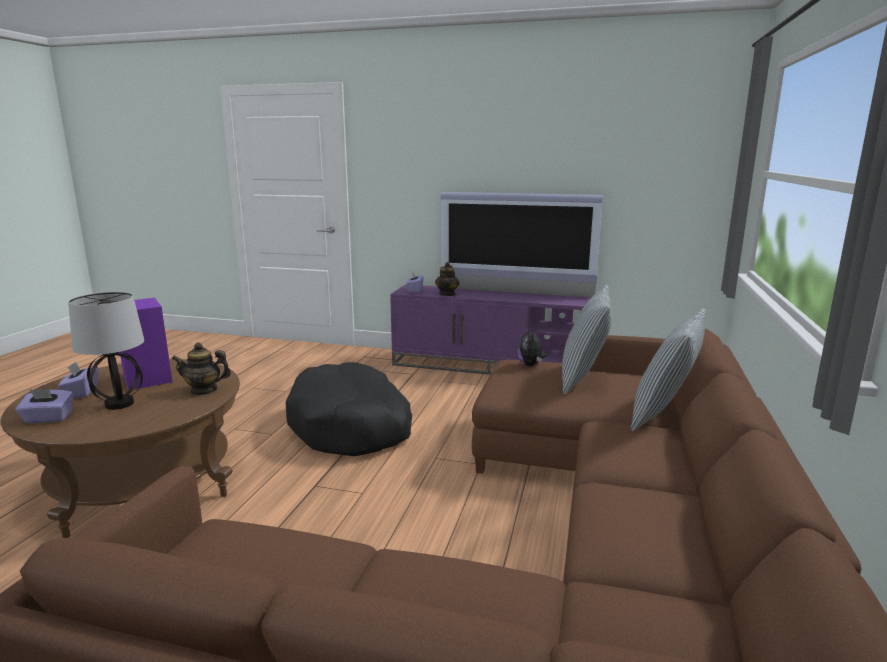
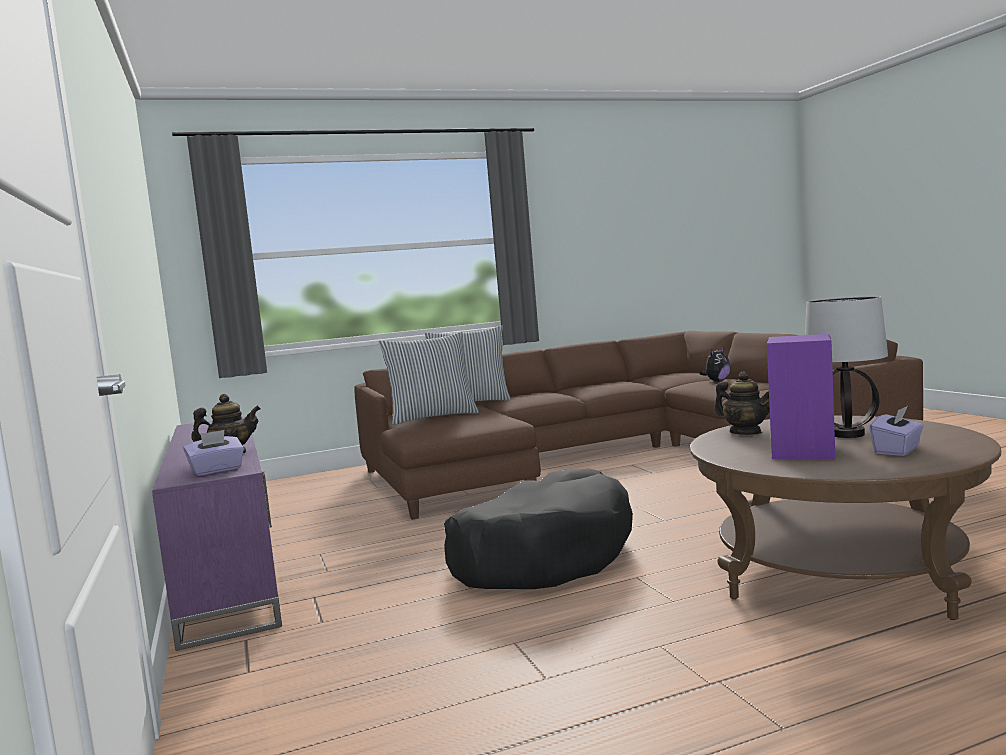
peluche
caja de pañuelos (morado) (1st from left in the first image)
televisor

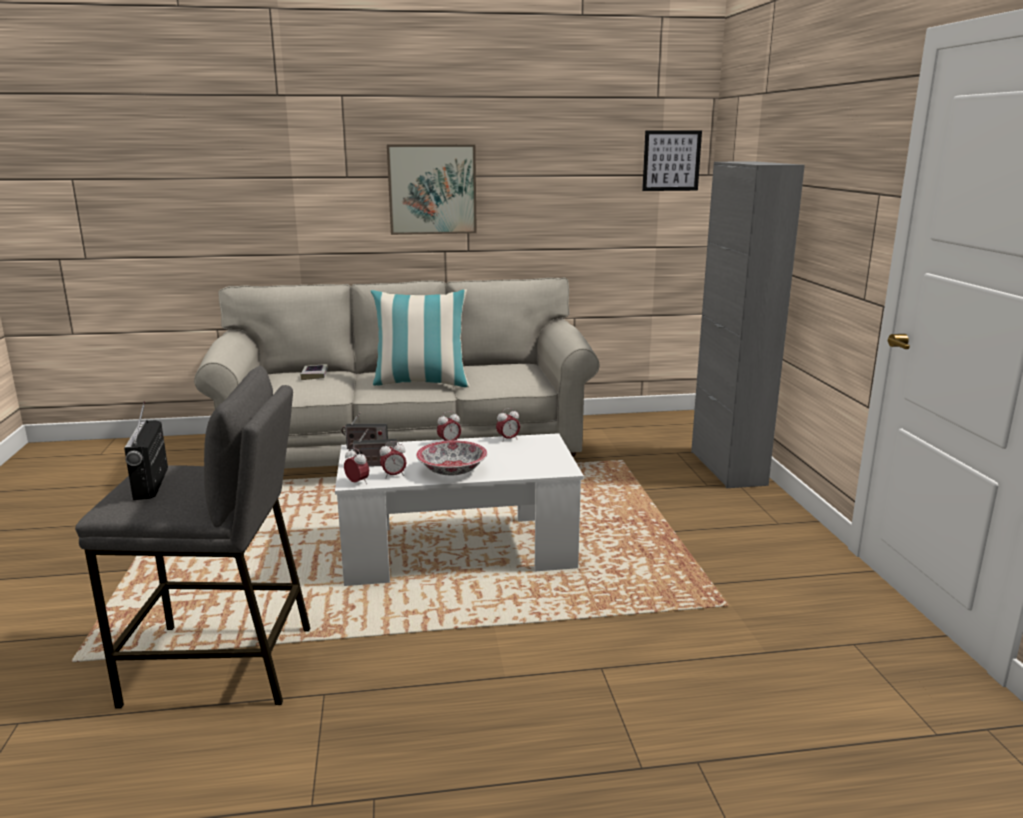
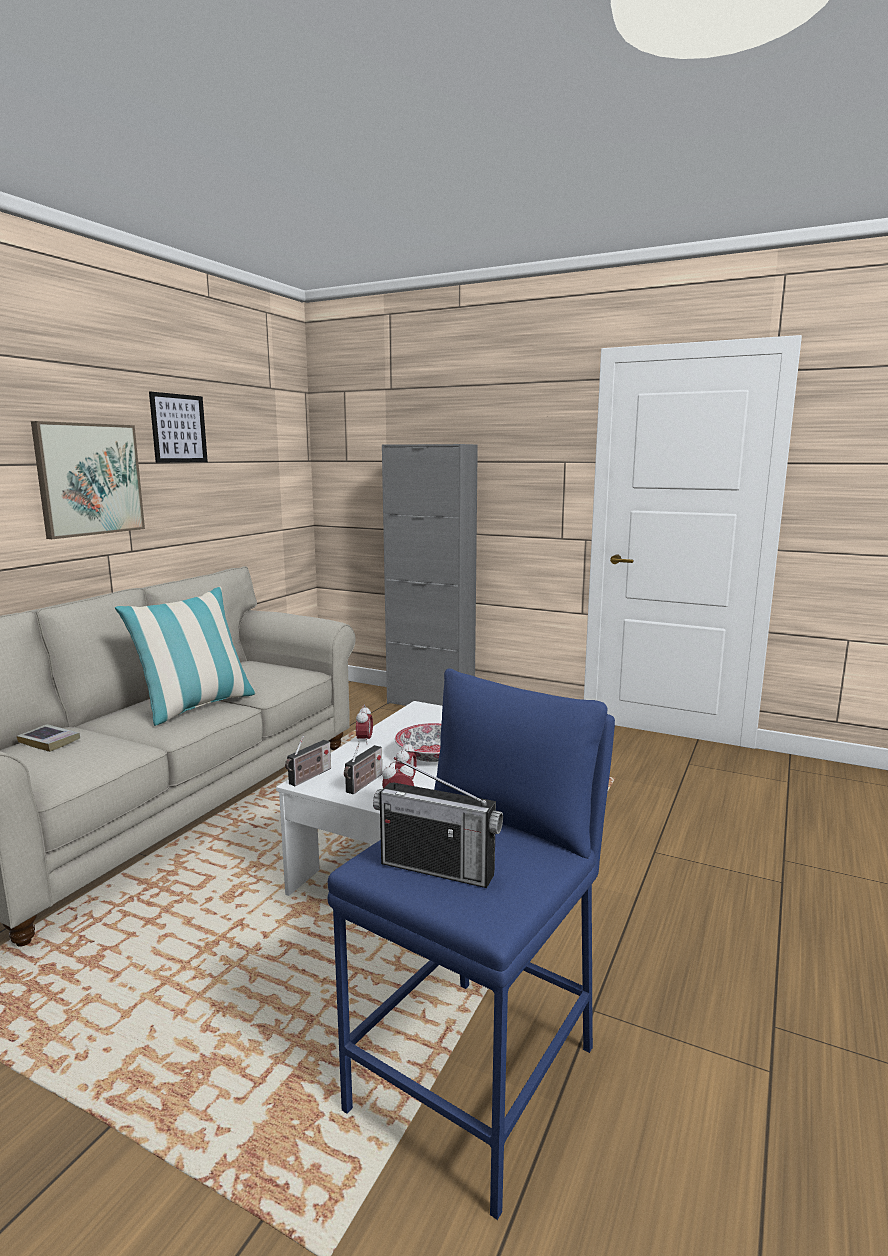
cuadro (2nd from left)
taburete (azul)
despertador (4th from left in the first image)

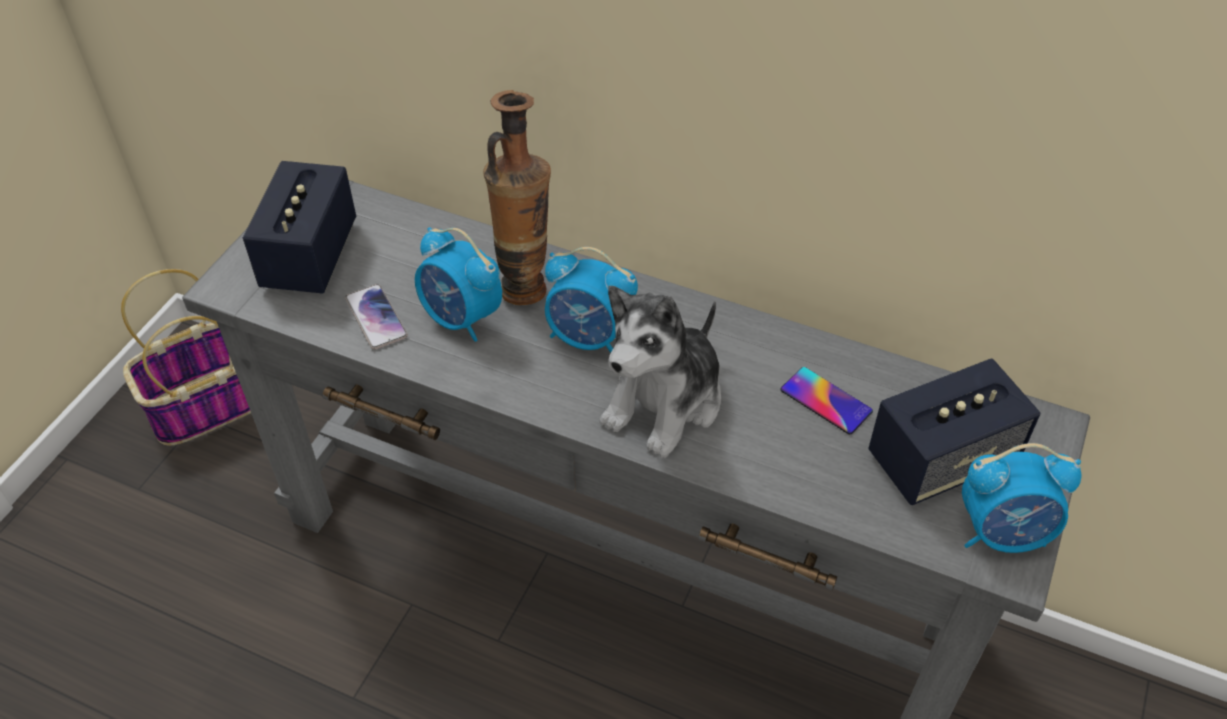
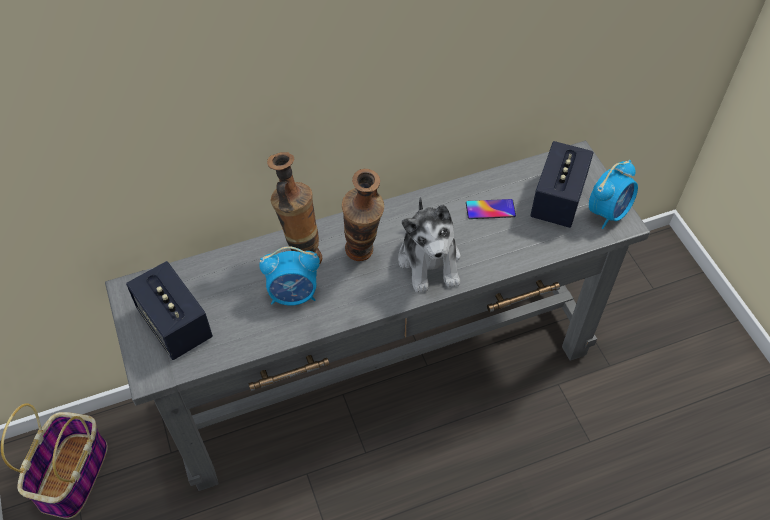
florero (2nd from left)
móvil (1st from left in the first image)

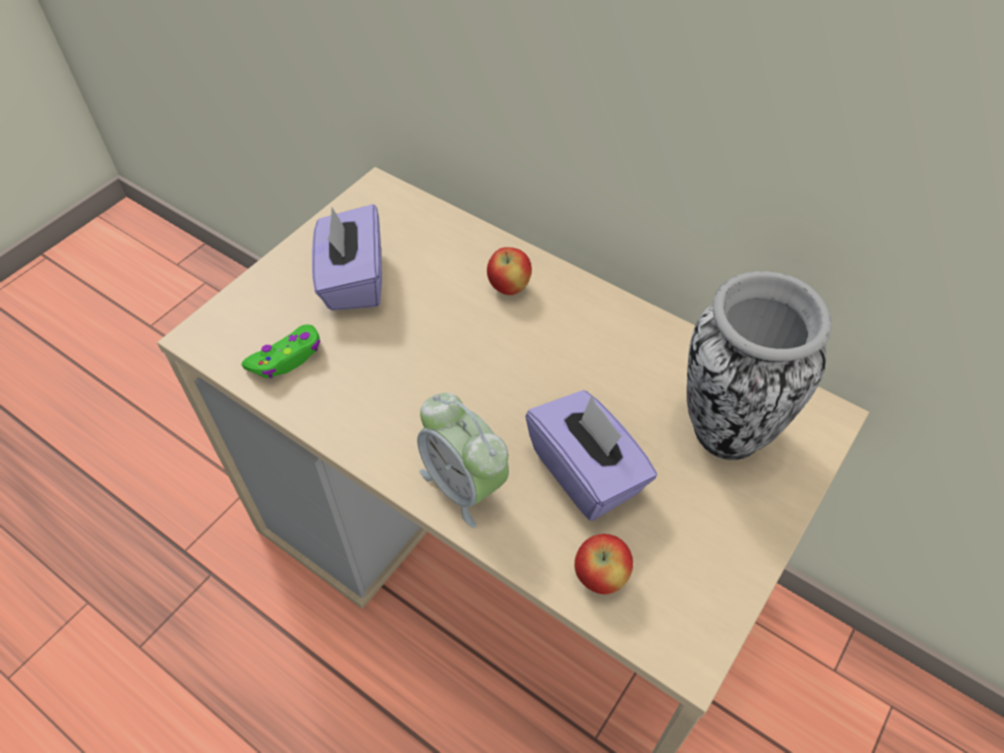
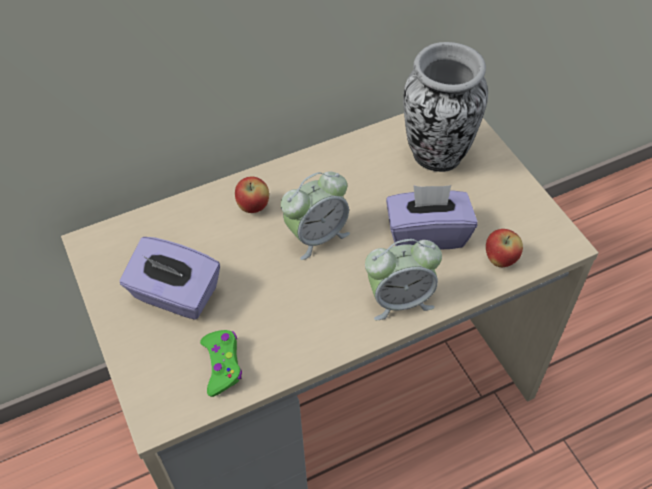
despertador (1st from left)

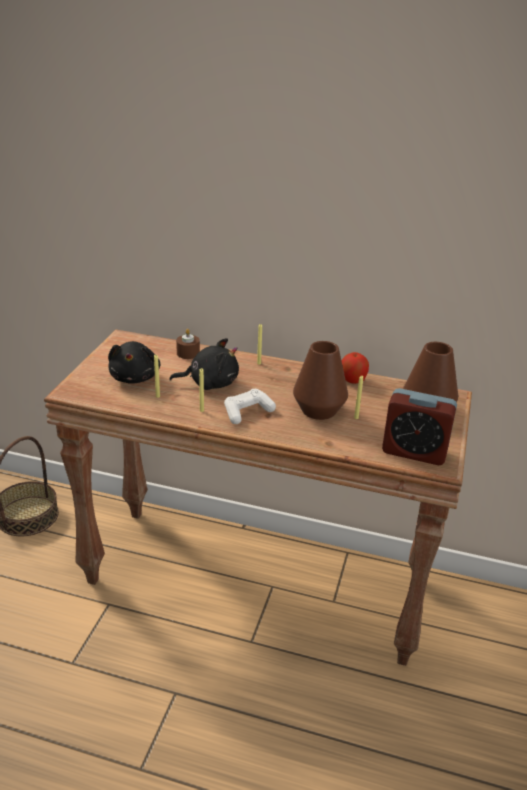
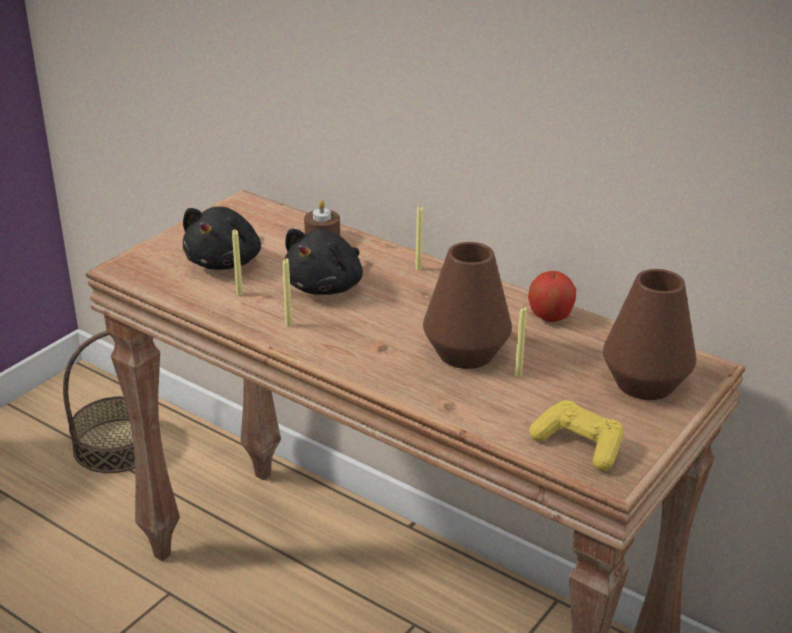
peluche (negro) (2nd from left)
mando de consola (amarillo)
mando de consola (blanco)

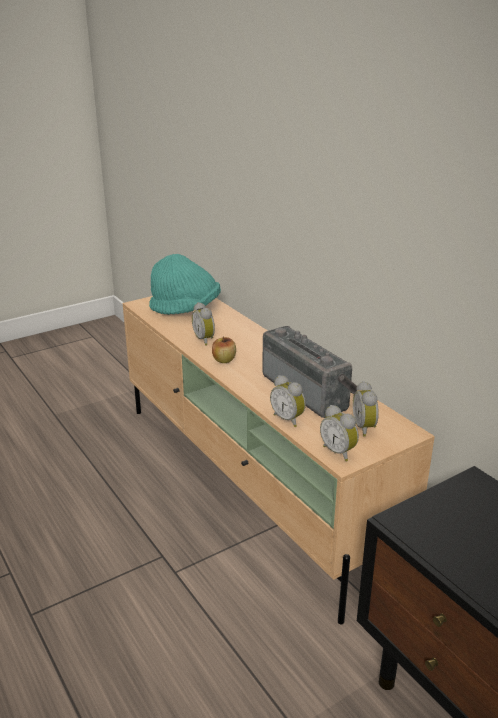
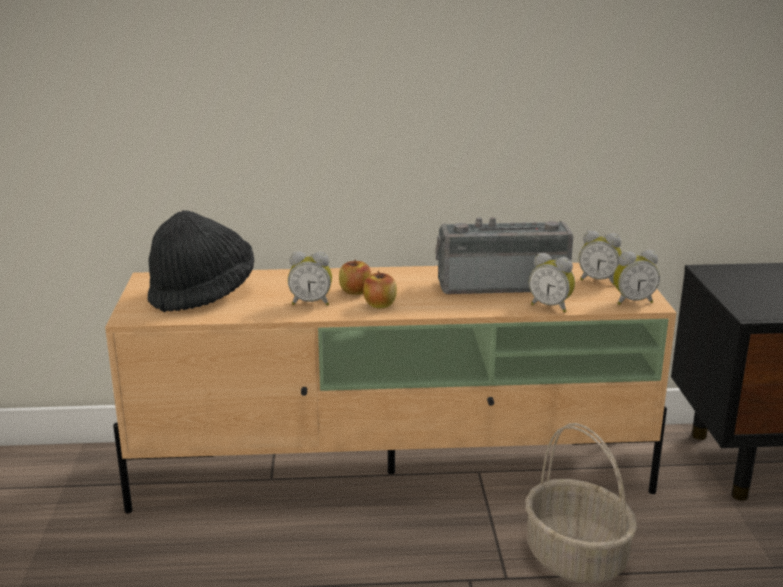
sombrero (negro)
manzana (1st from left)
cesta
despertador (2nd from left)

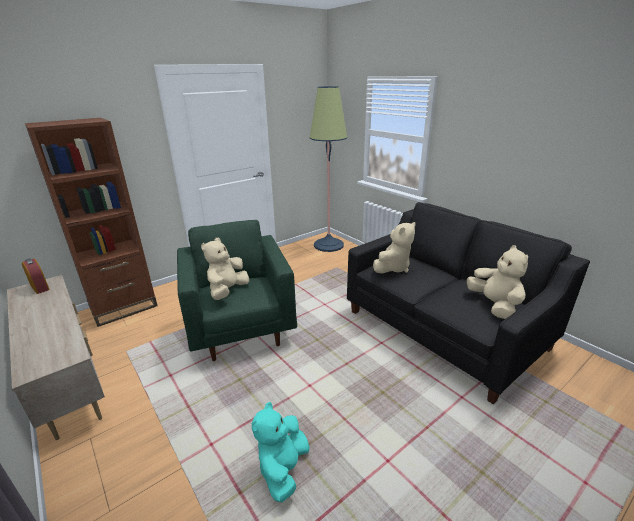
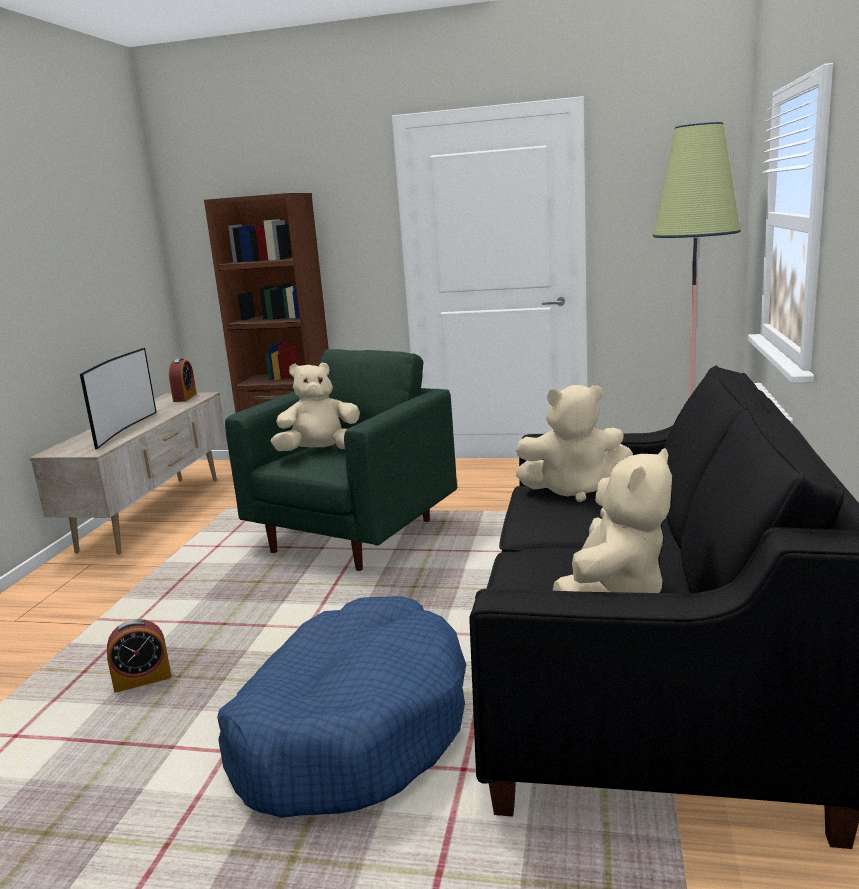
televisor
despertador (1st from left)
cama para perro (azul)

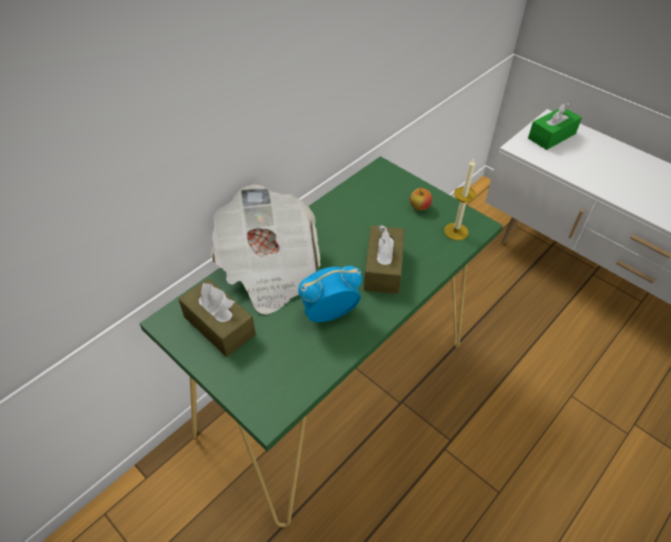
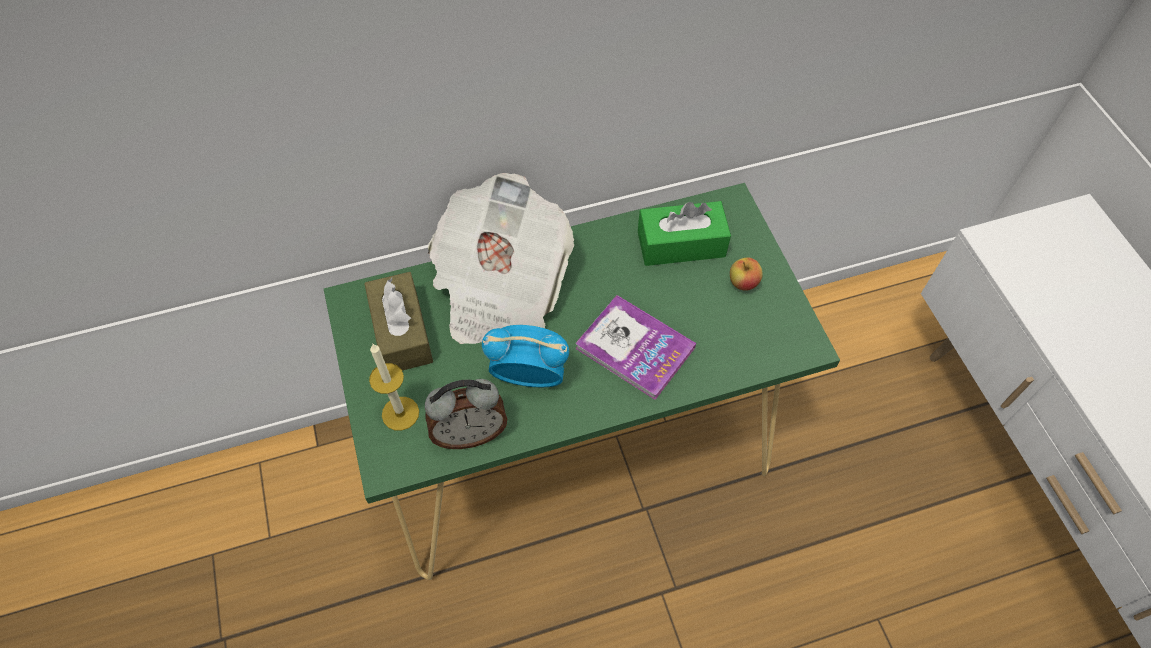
vela
despertador (1st from left)
libro
caja de pañuelos (verde)

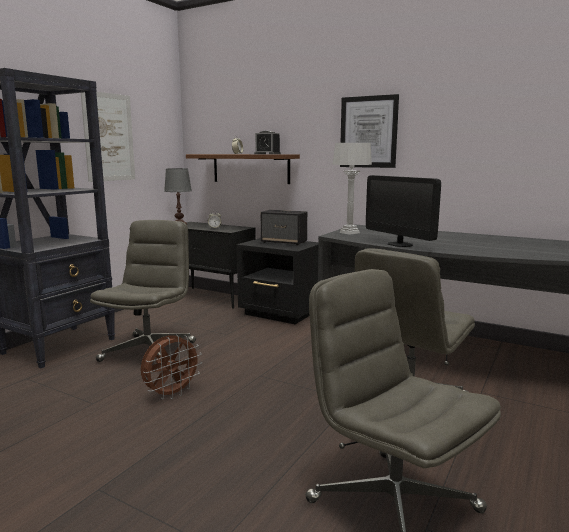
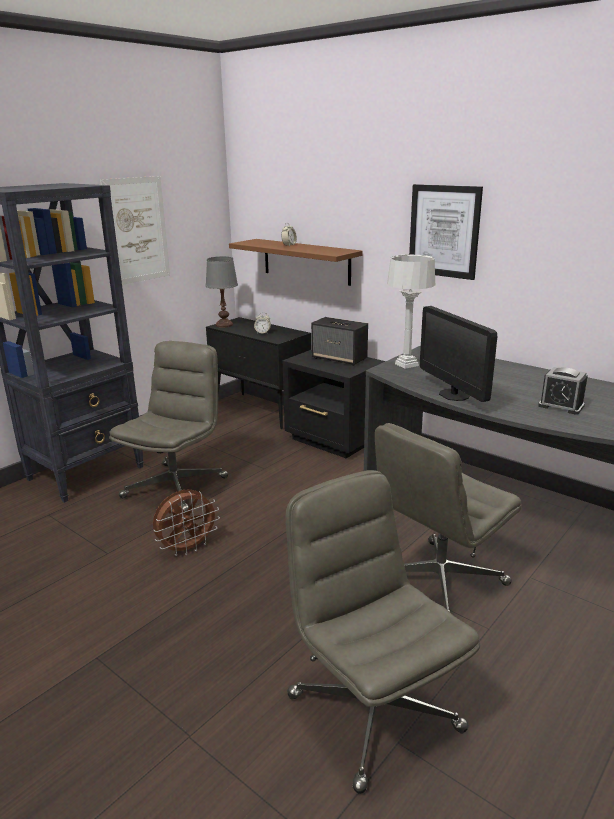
despertador (3rd from left)

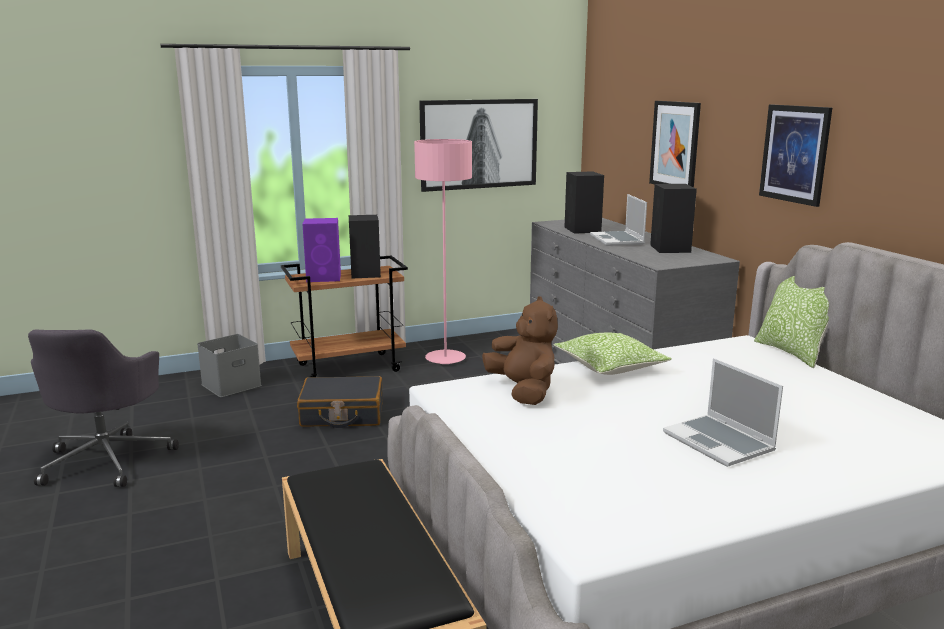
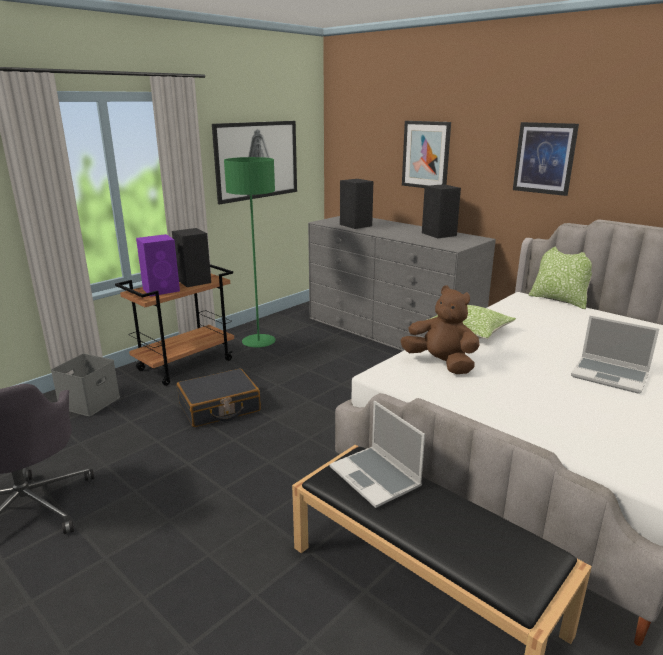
lámpara de pie (verde)
portátil (1st from left)

